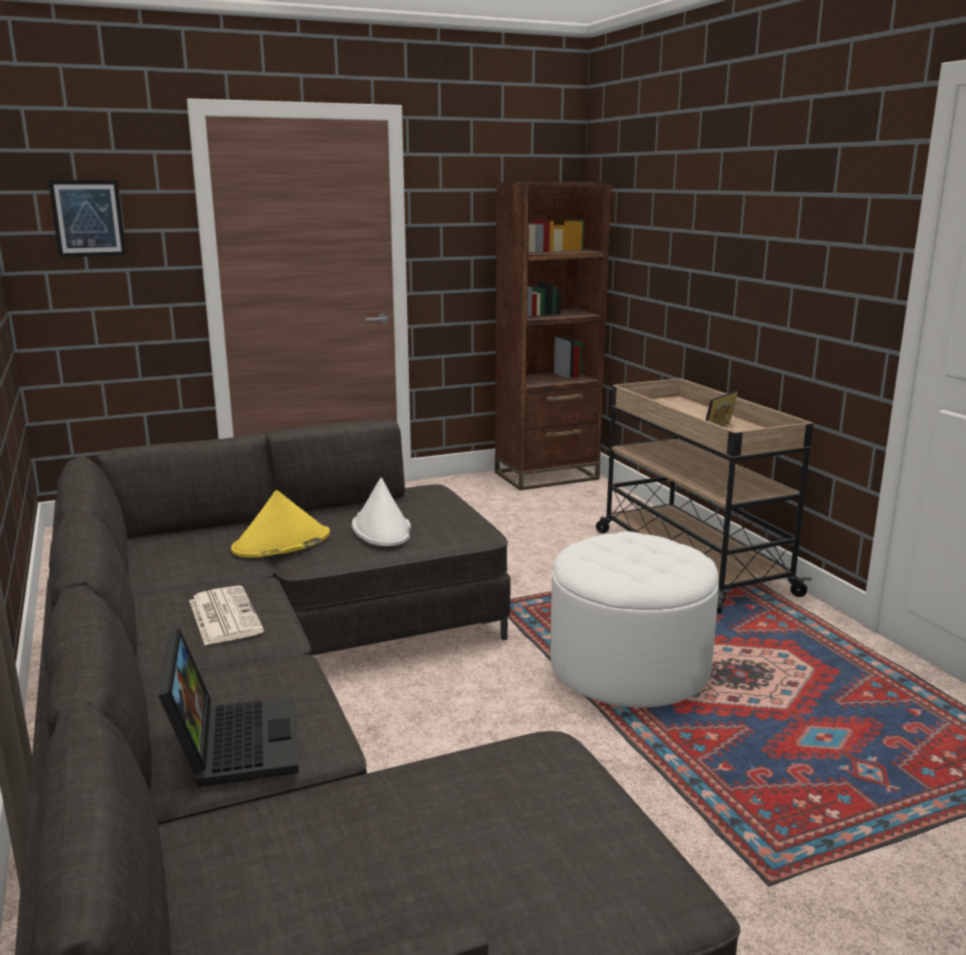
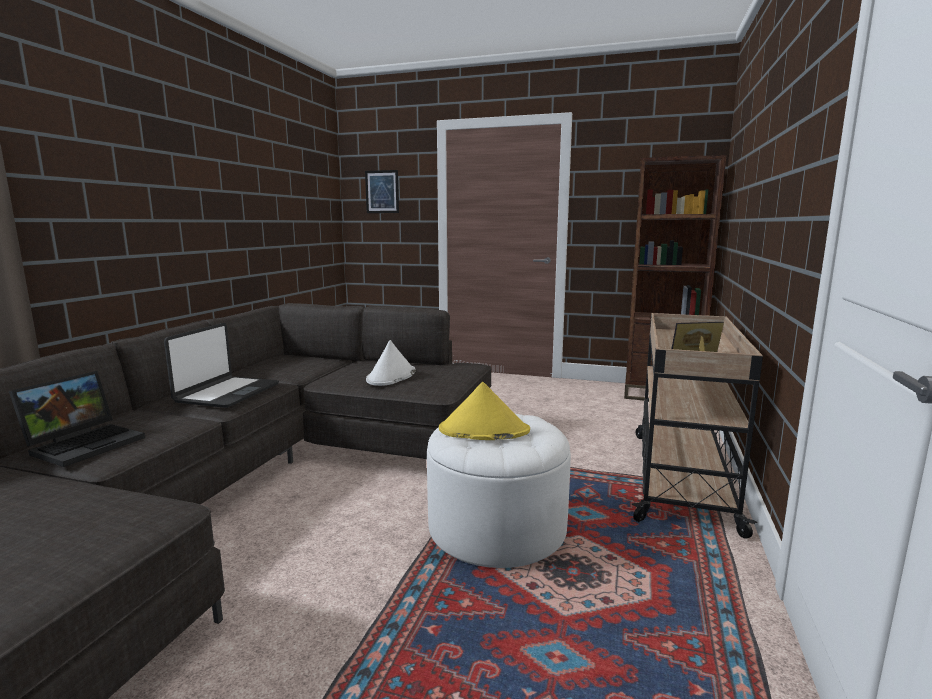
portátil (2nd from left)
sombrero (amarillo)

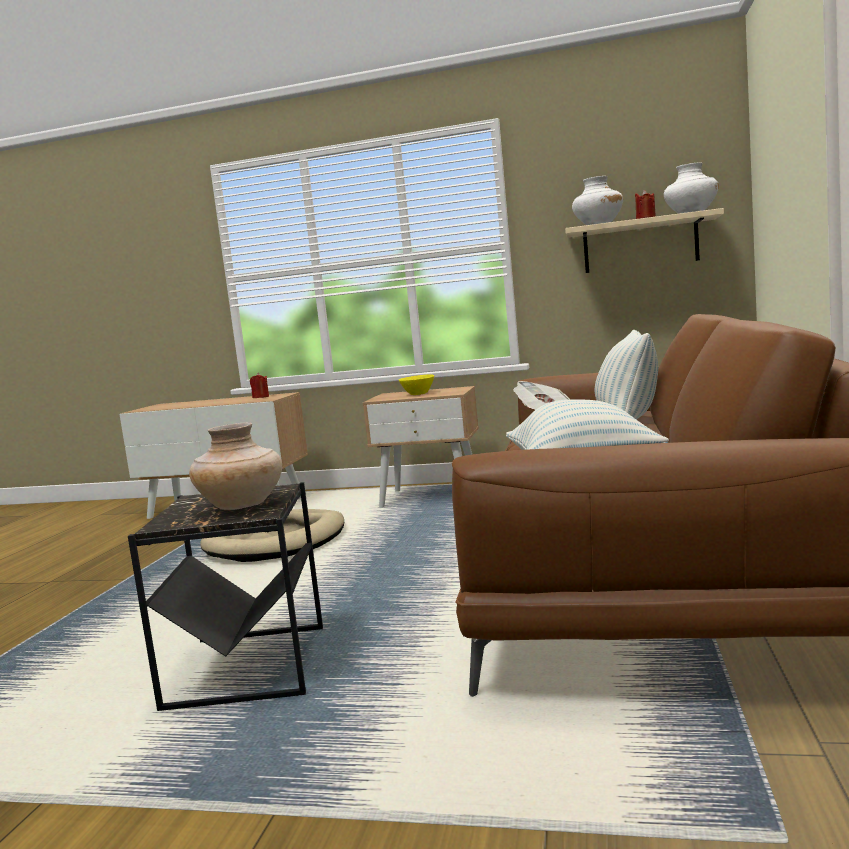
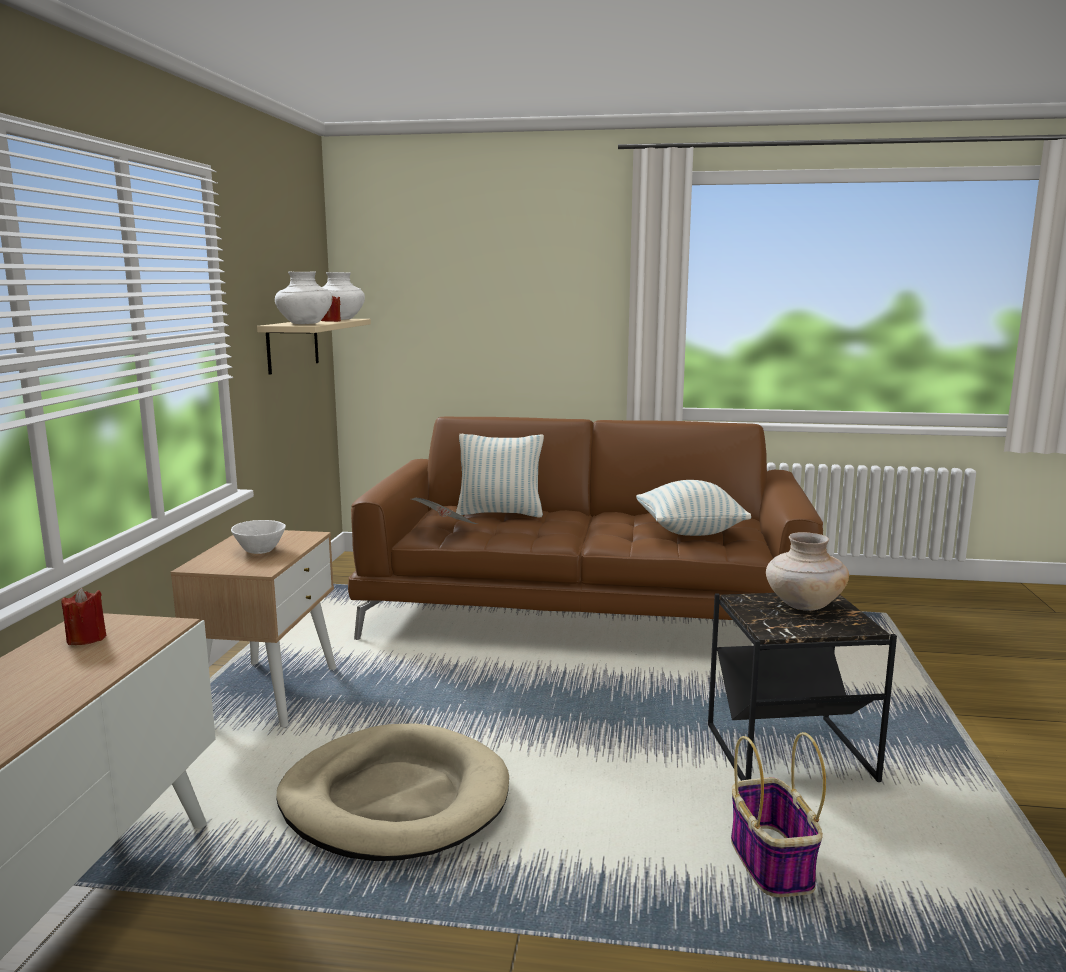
cuenco (blanco)
cesta

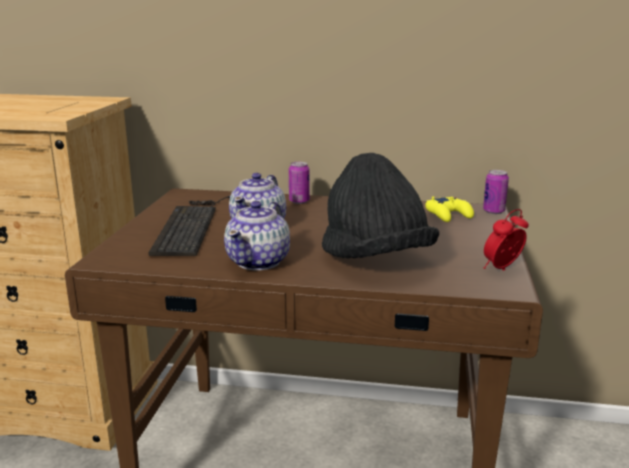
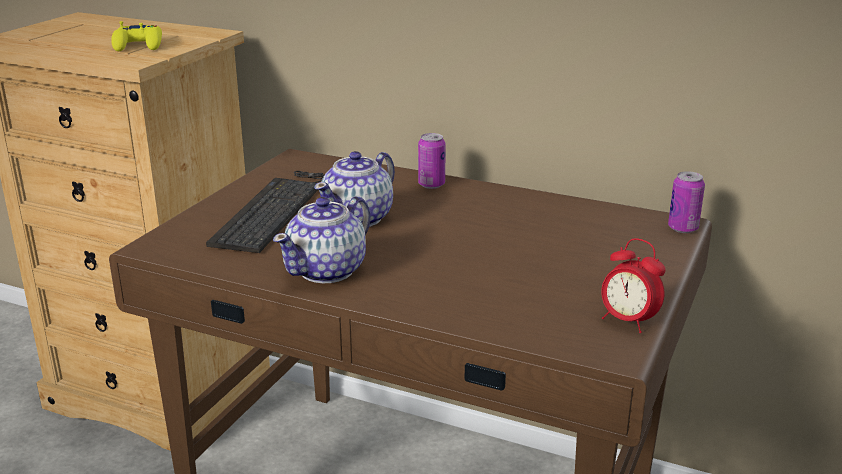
mando de consola (amarillo)
despertador
sombrero (negro)

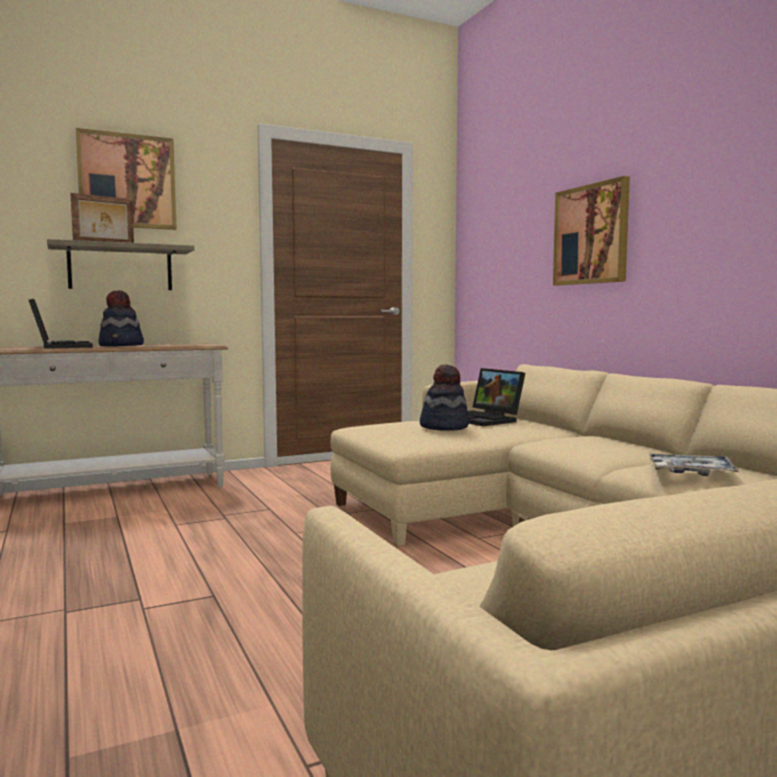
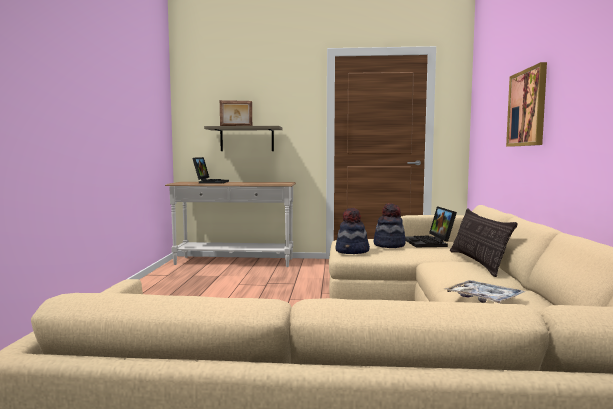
sombrero (1st from left)
cojín
cuadro (1st from left in the first image)

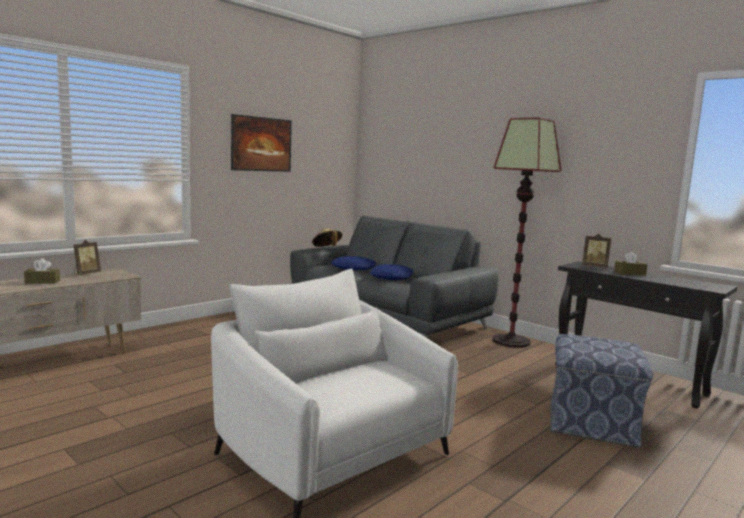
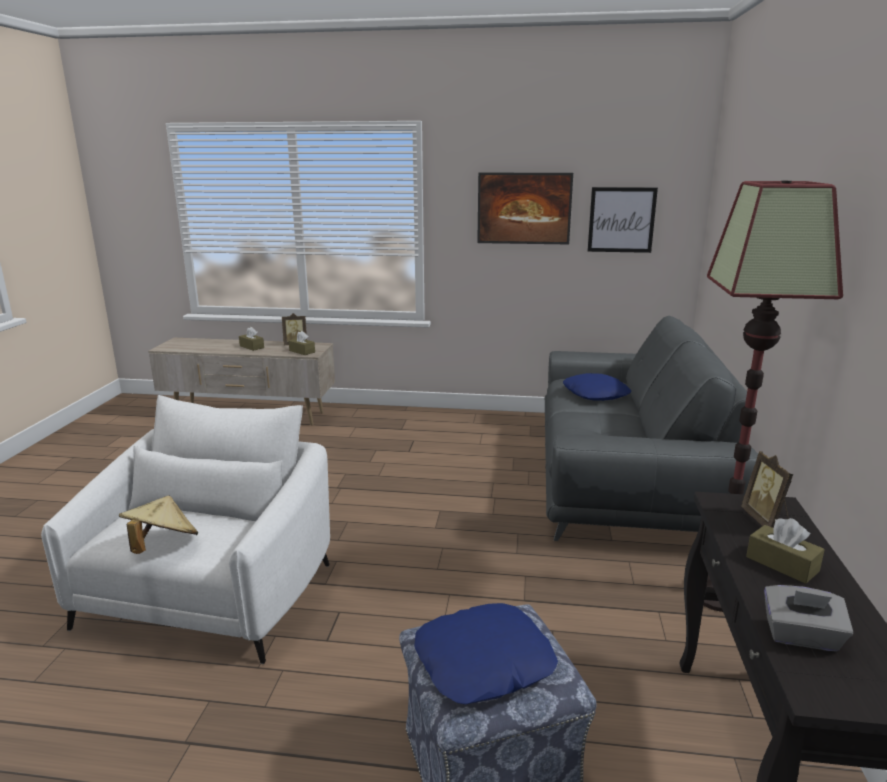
sombrero (beis)
caja de pañuelos (marrón) (2nd from left)
cojín (azul) (1st from left)
cuadro (2nd from left)
caja de pañuelos (gris)

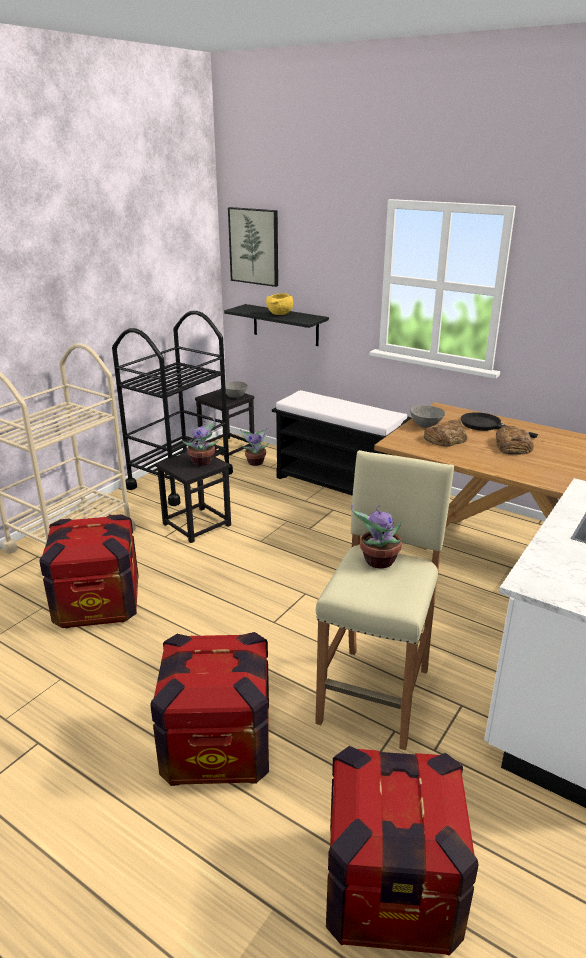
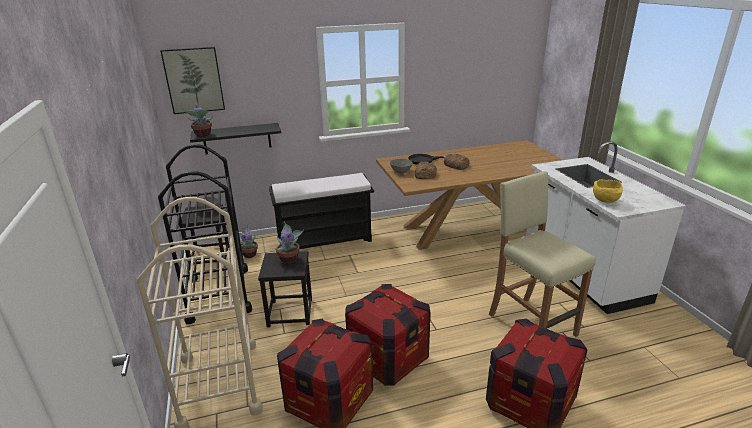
planta en maceta (1st from left)
caja de embalaje (2nd from left)
cuenco (amarillo)

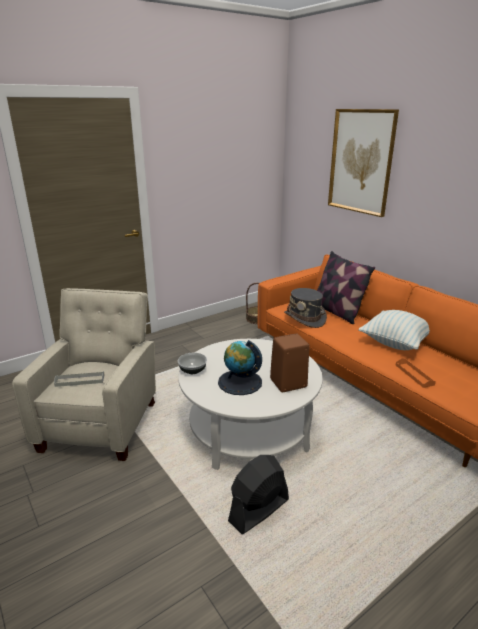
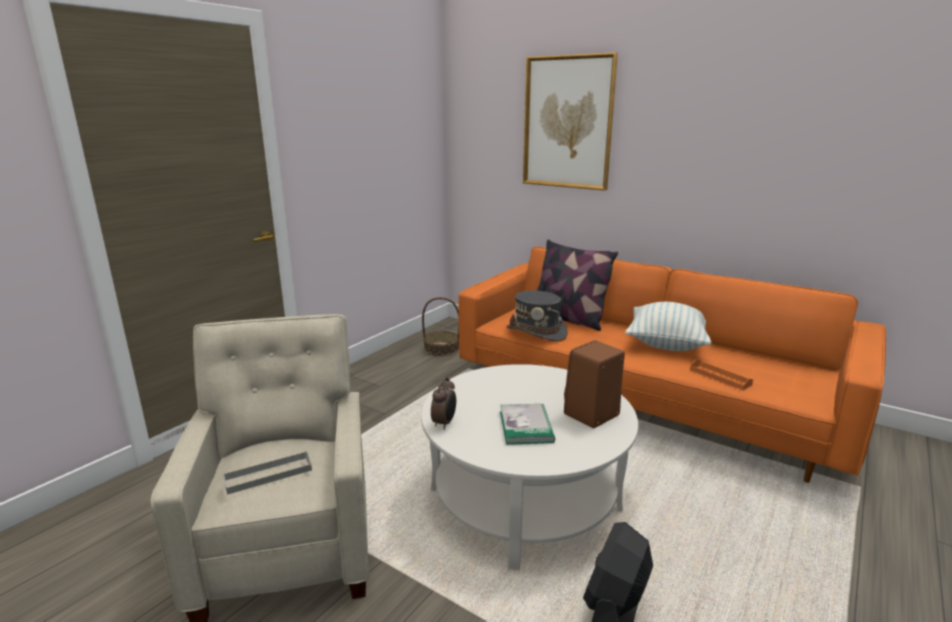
despertador
libro

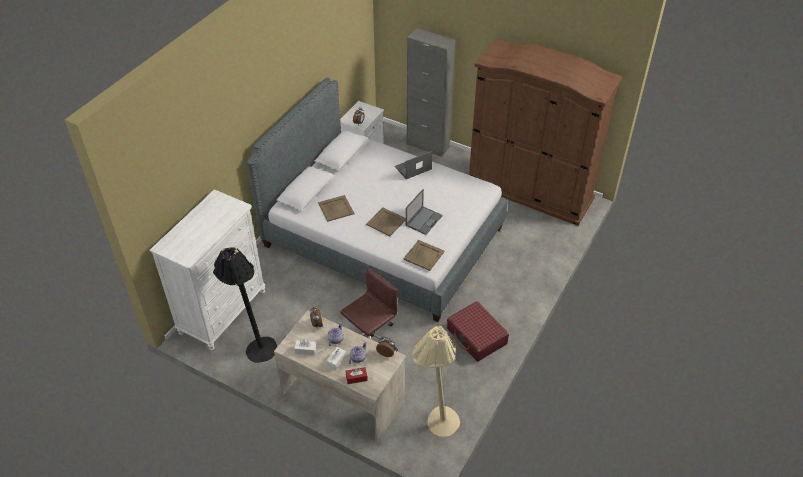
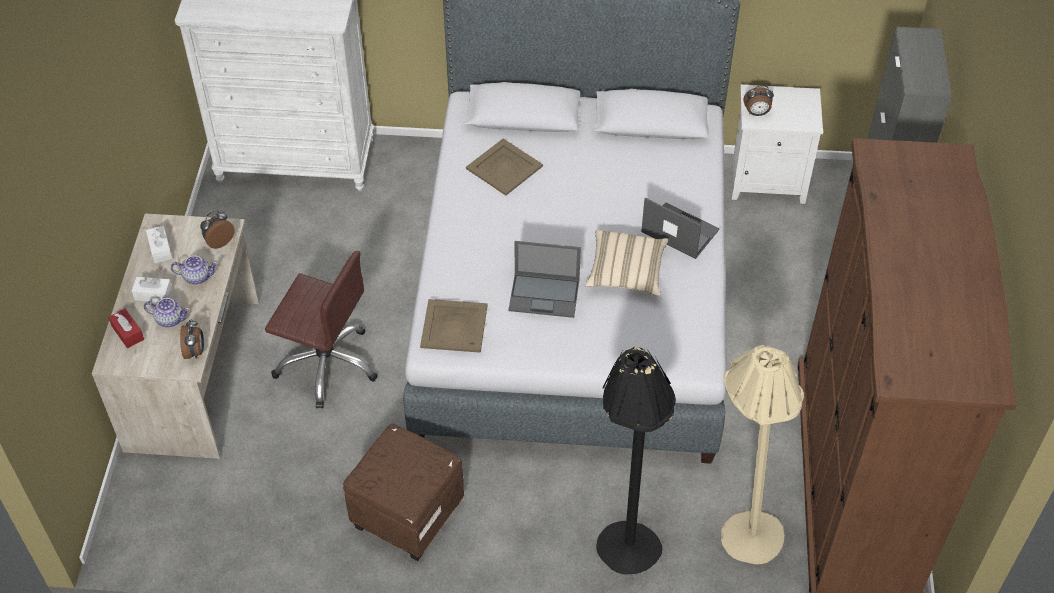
puf (marrón)
cojín (beis)
lámpara de pie (negro)
lámpara de pie (beis)
bandeja (beis) (2nd from left in the first image)

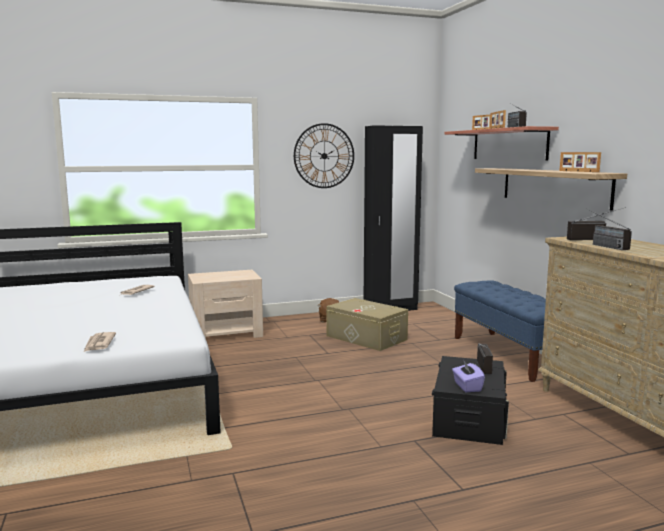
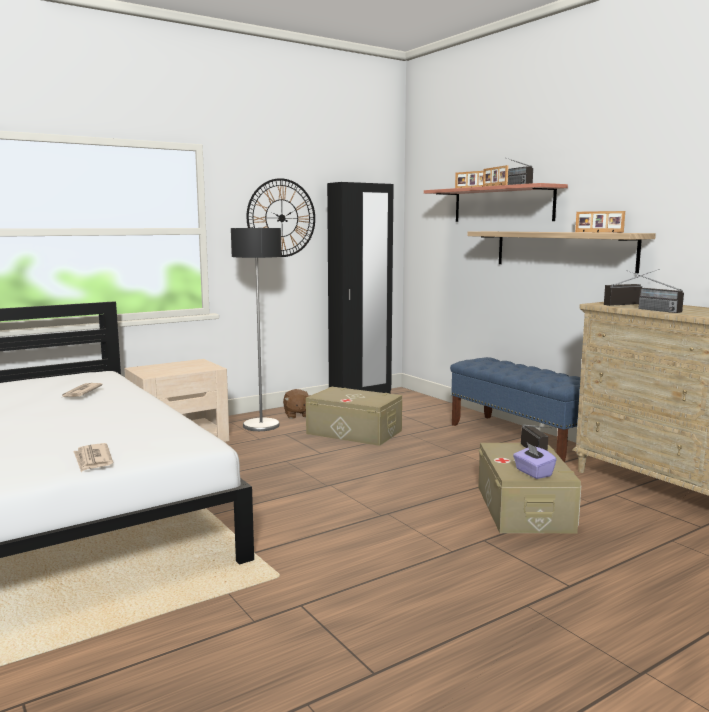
lámpara de pie
caja de almacenaje (beis) (2nd from left)

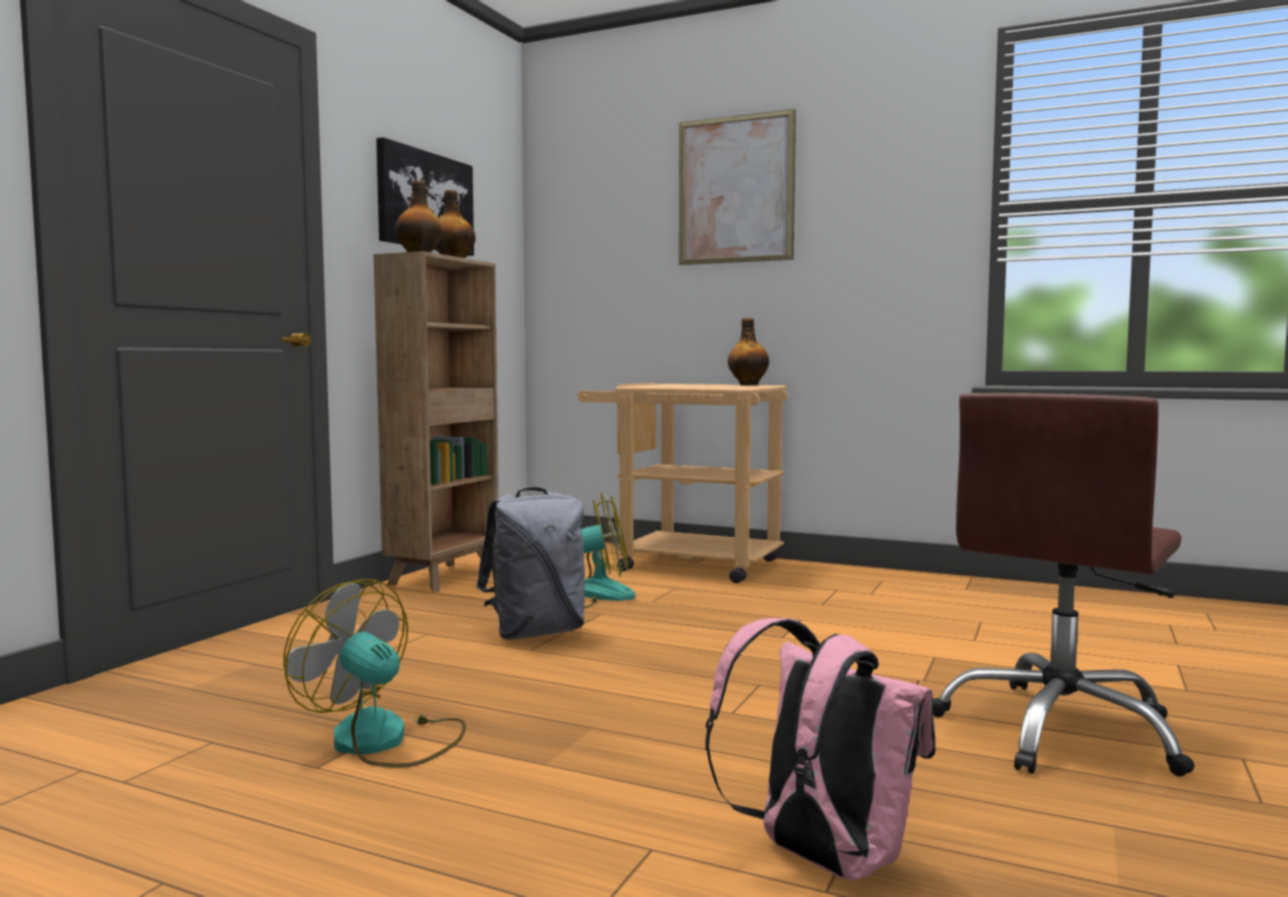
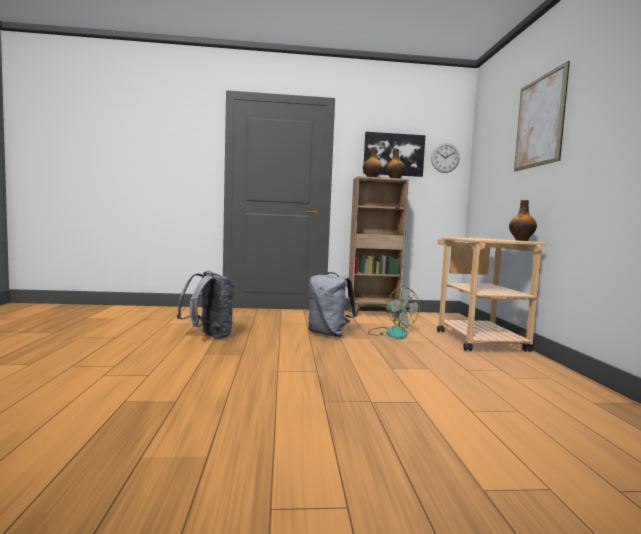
mochila (gris) (1st from left)
reloj de pared
mochila (rosa)
silla de oficina (marrón)

